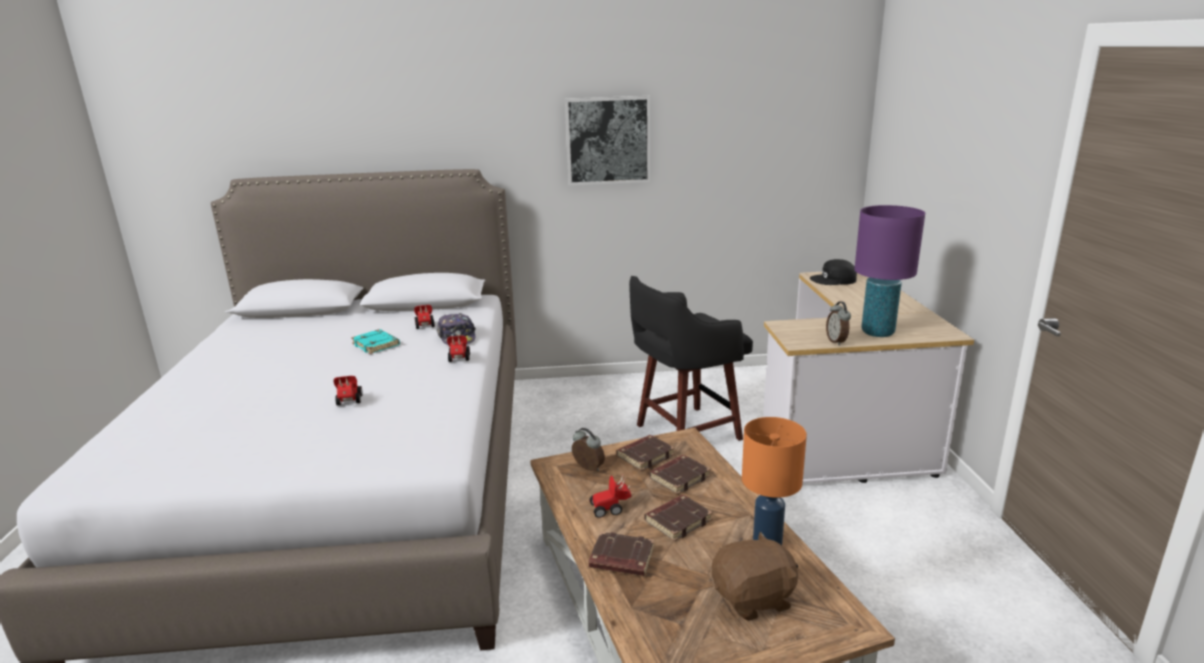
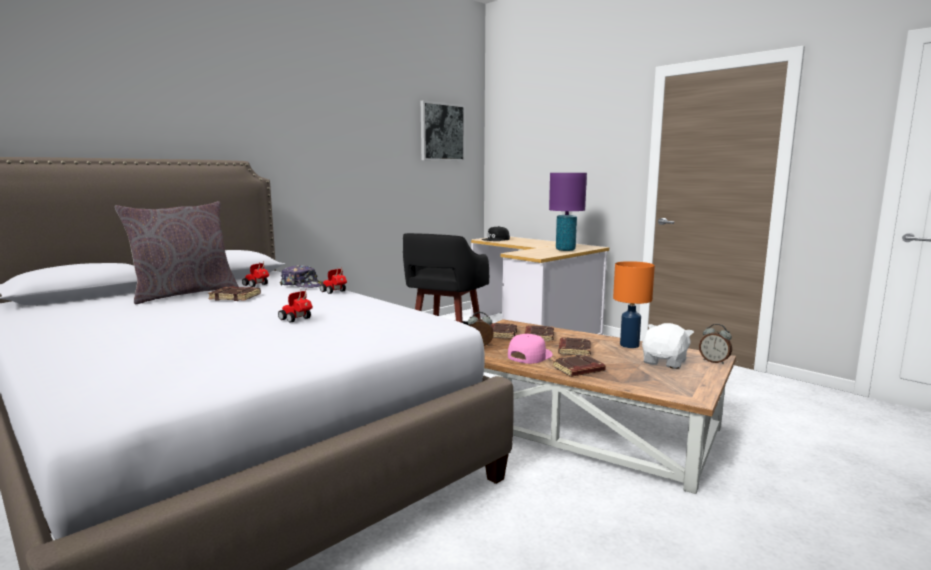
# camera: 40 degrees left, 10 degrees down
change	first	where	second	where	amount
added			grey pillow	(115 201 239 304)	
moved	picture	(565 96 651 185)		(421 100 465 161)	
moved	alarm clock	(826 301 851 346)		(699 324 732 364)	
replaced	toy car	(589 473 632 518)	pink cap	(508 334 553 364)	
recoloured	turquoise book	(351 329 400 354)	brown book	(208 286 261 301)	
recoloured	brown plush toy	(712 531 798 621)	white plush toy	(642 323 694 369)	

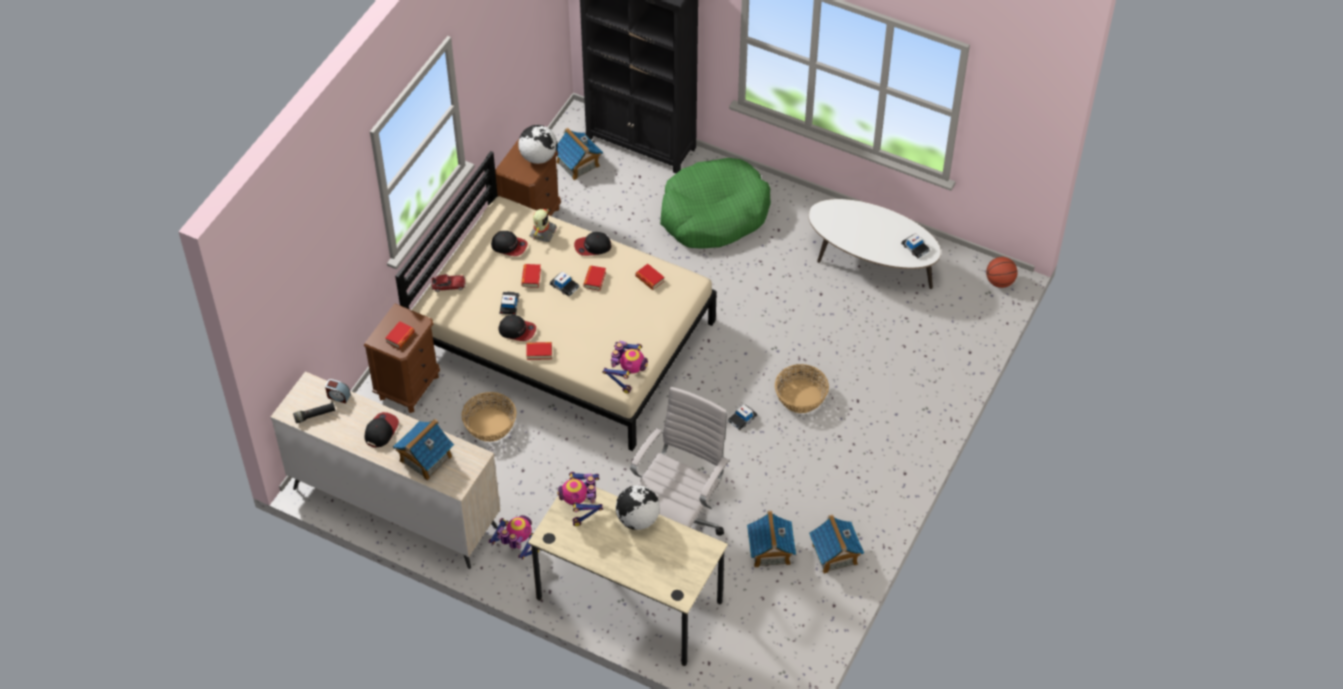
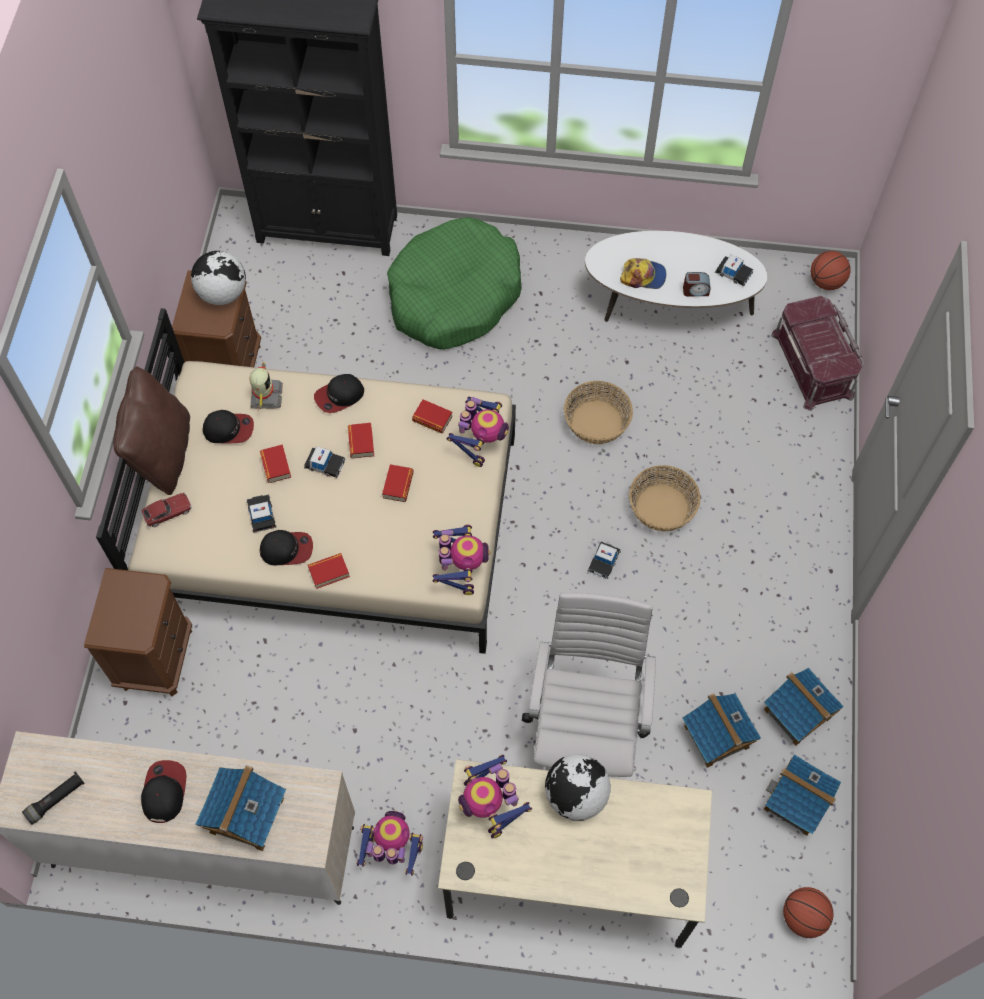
# camera: 20 degrees left, 10 degrees up
change	first	where	second	where	amount
added			brown pillow	(113 366 190 495)	
added			toy robot	(447 397 509 467)	
added			cap	(620 258 666 289)	
added			red storage box	(771 296 864 411)	
added			basketball	(783 887 834 938)	
moved	alarm clock	(325 379 351 403)		(683 272 710 296)	
moved	book	(385 321 415 349)		(382 464 414 502)	
moved	basket	(462 392 516 442)		(564 381 633 444)	
moved	toy house	(557 128 603 180)		(764 754 841 836)	

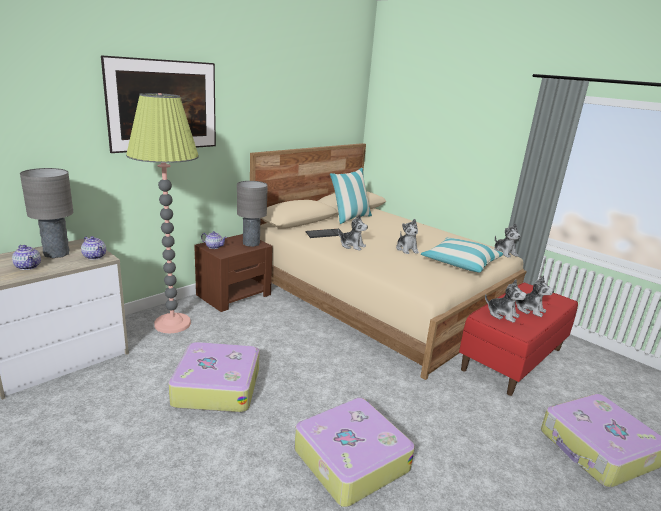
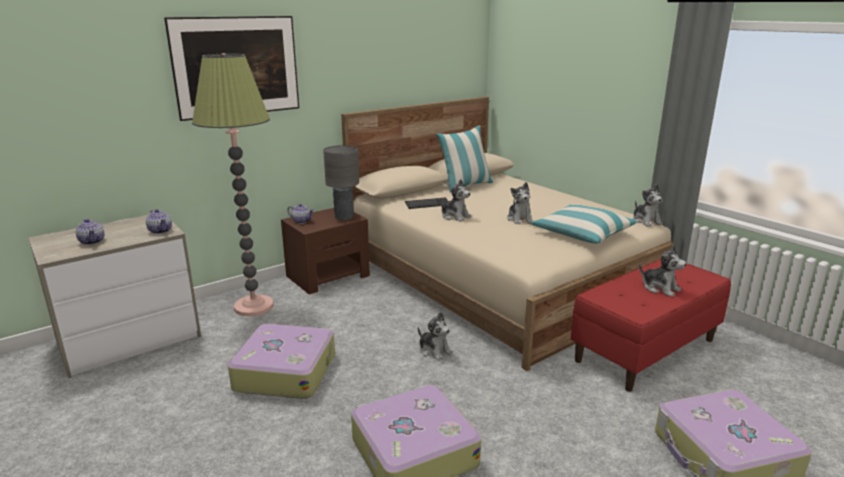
# camera: 10 degrees right, 0 degrees up
change	first	where	second	where	amount
removed	grey table lamp	(20 168 73 258)			
moved	plush toy	(485 280 526 323)		(418 312 453 361)	

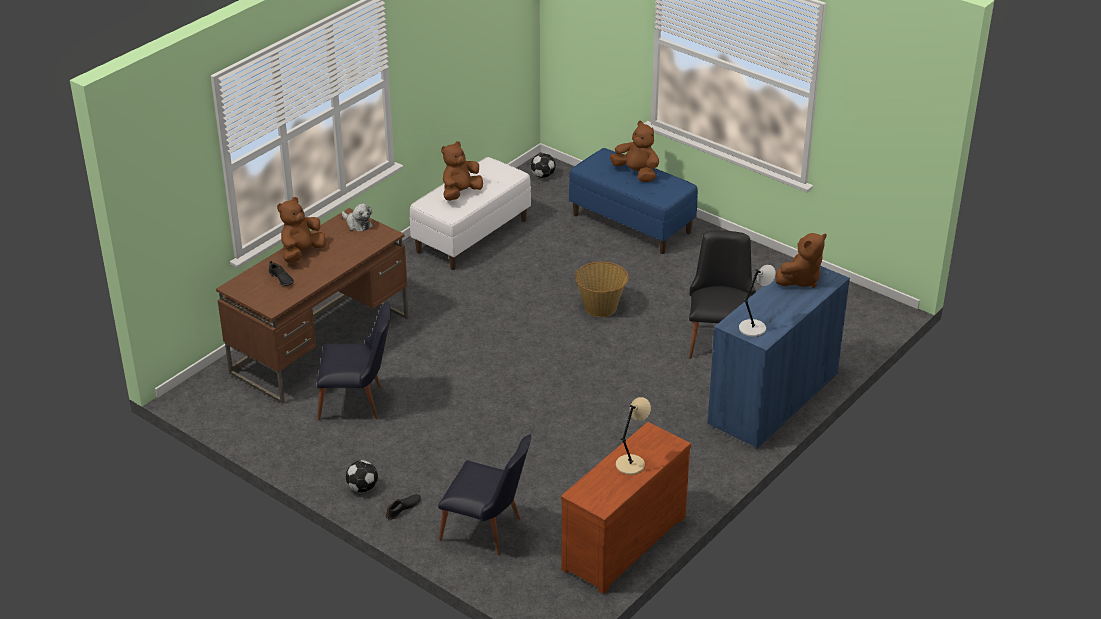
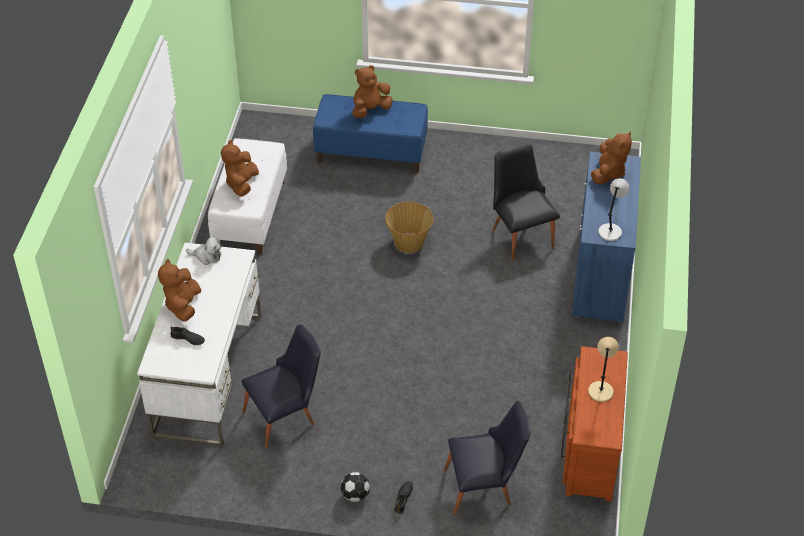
# camera: 30 degrees left, 10 degrees up
change	first	where	second	where	amount
removed	football	(531 153 556 178)			
recoloured	brown desk	(216 208 408 404)	white desk	(137 243 262 446)	
turned	brown plush toy	(610 121 659 182)		(352 65 392 118)	45 degrees counterclockwise

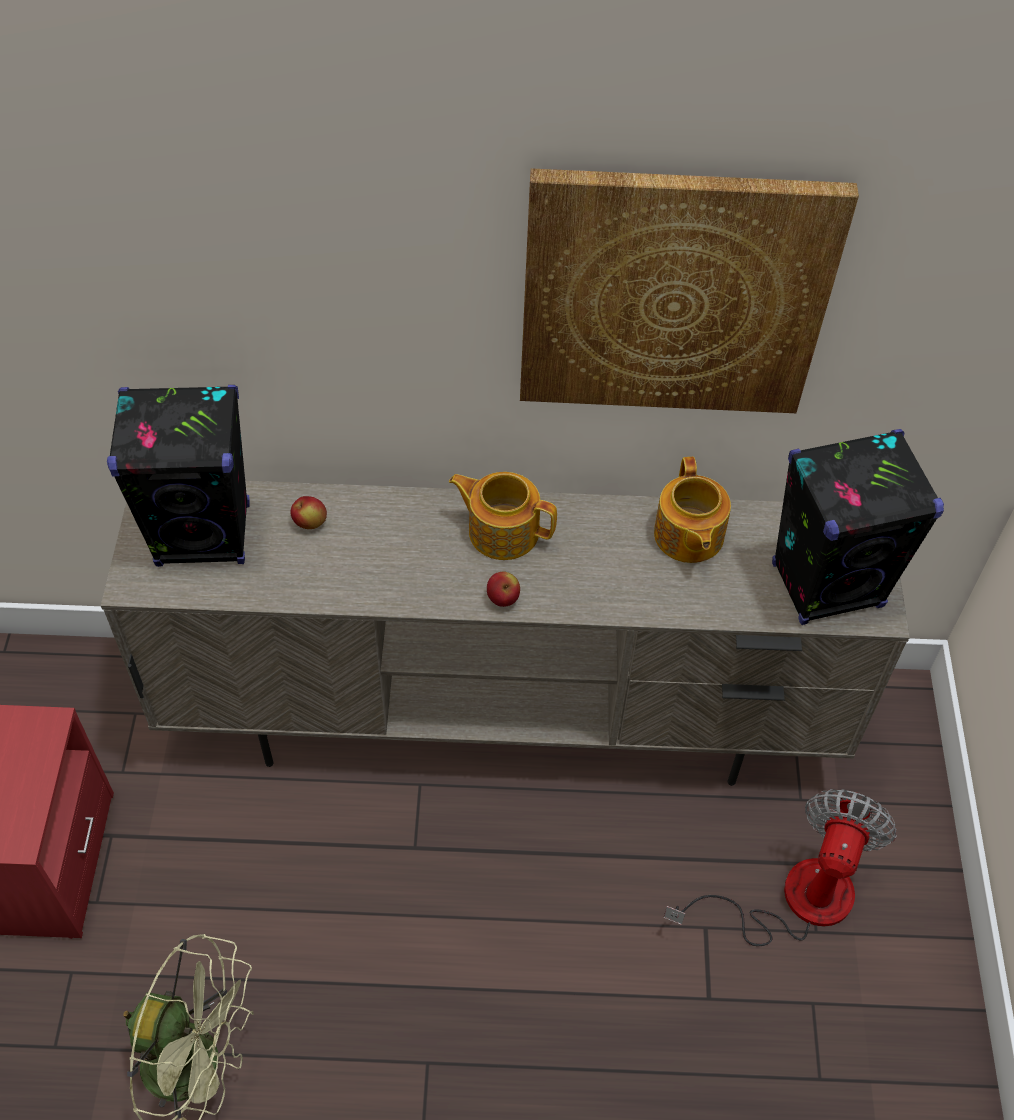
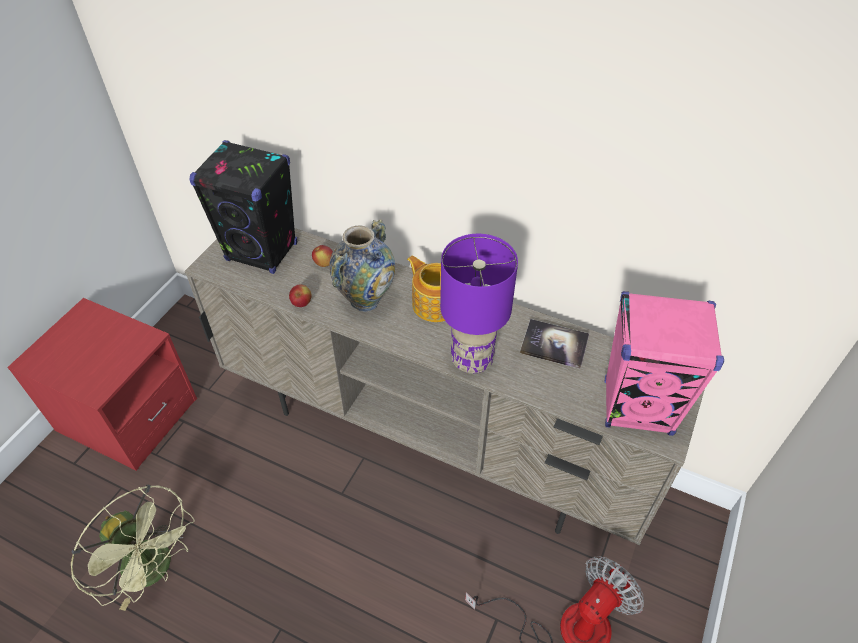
# camera: 25 degrees right, 5 degrees down
change	first	where	second	where	amount
removed	picture	(520 168 859 413)			
added			vase	(329 219 395 312)	
added			purple table lamp	(440 234 518 374)	
moved	apple	(487 571 520 607)		(289 285 312 307)	
replaced	teapot	(654 457 731 563)	book	(520 319 589 369)	
recoloured	black speaker	(772 429 944 625)	pink speaker	(604 291 724 436)	

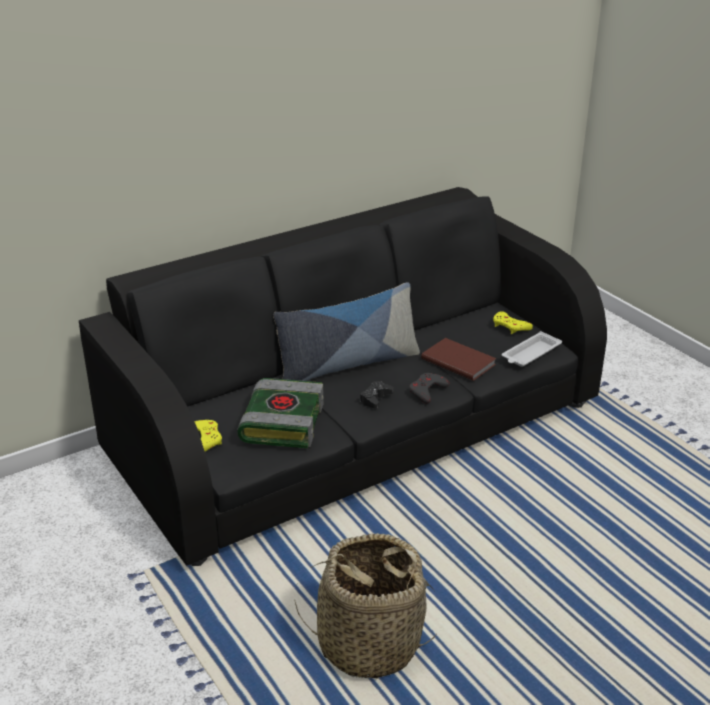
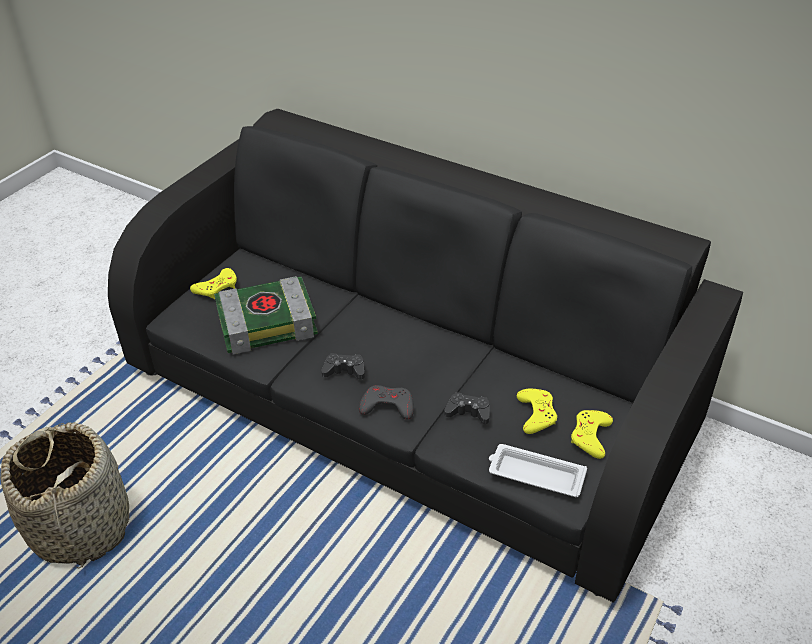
# camera: 65 degrees right, 10 degrees up
change	first	where	second	where	amount
removed	pillow	(273 282 420 381)			
added			yellow game controller	(517 389 557 434)	
replaced	brown book	(421 338 496 381)	black game controller	(444 392 489 424)	

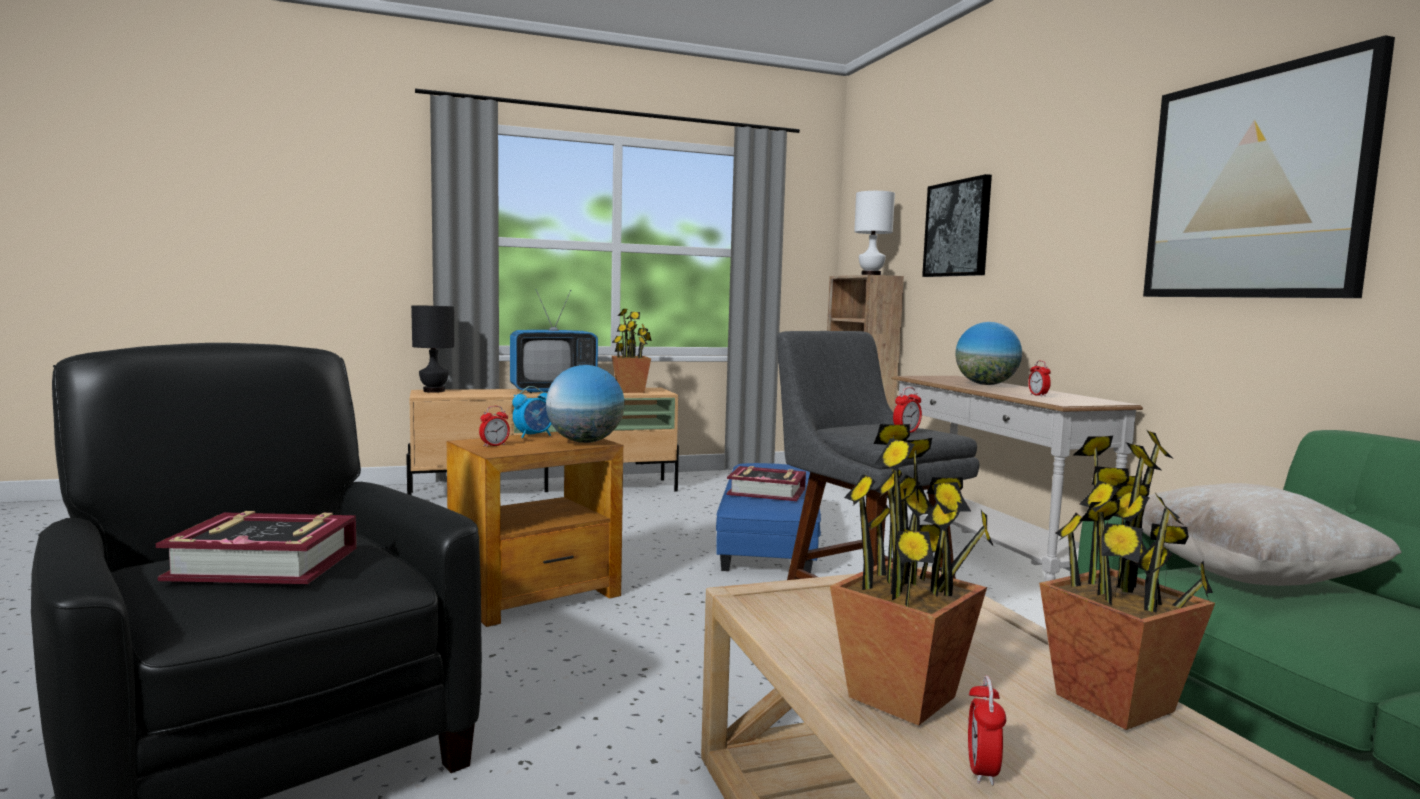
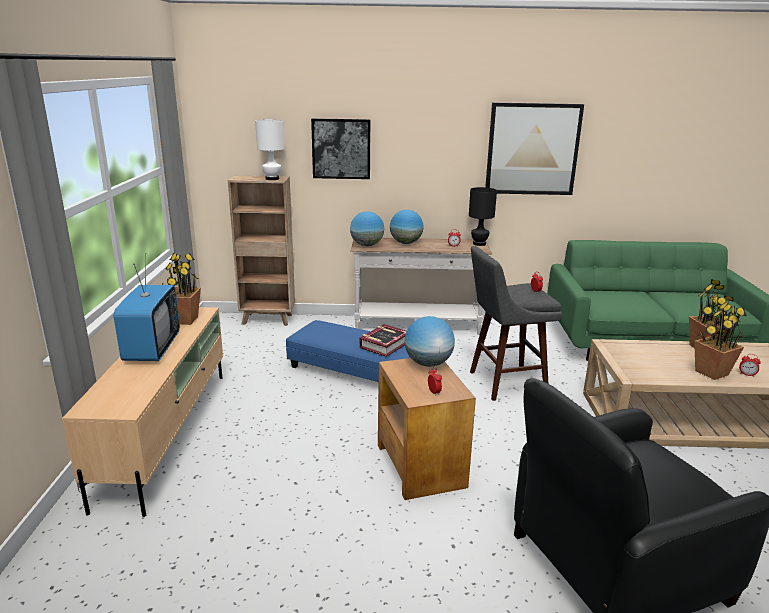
# camera: 70 degrees left, 15 degrees up
change	first	where	second	where	amount
removed	book	(156 511 357 584)			
removed	alarm clock	(512 386 551 439)			
removed	beige pillow	(1142 483 1402 586)			
added			globe	(350 212 384 246)	
moved	black table lamp	(411 305 454 393)		(469 187 497 246)	

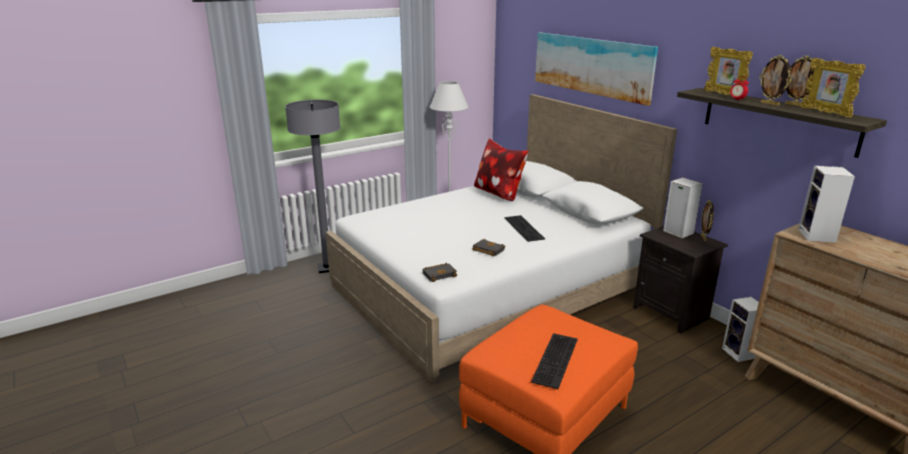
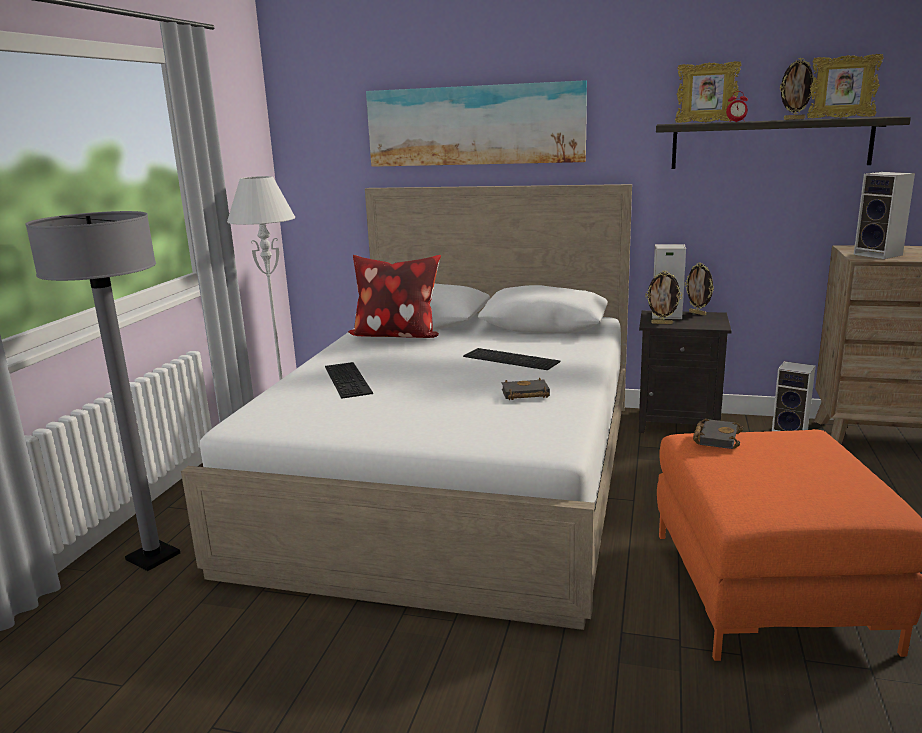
# camera: 40 degrees left, 5 degrees down
change	first	where	second	where	amount
moved	black book	(422 263 457 282)		(693 418 743 449)	
moved	keyboard	(531 333 578 389)		(325 362 373 399)	
moved	picture frame	(759 55 792 106)		(645 271 682 324)	

